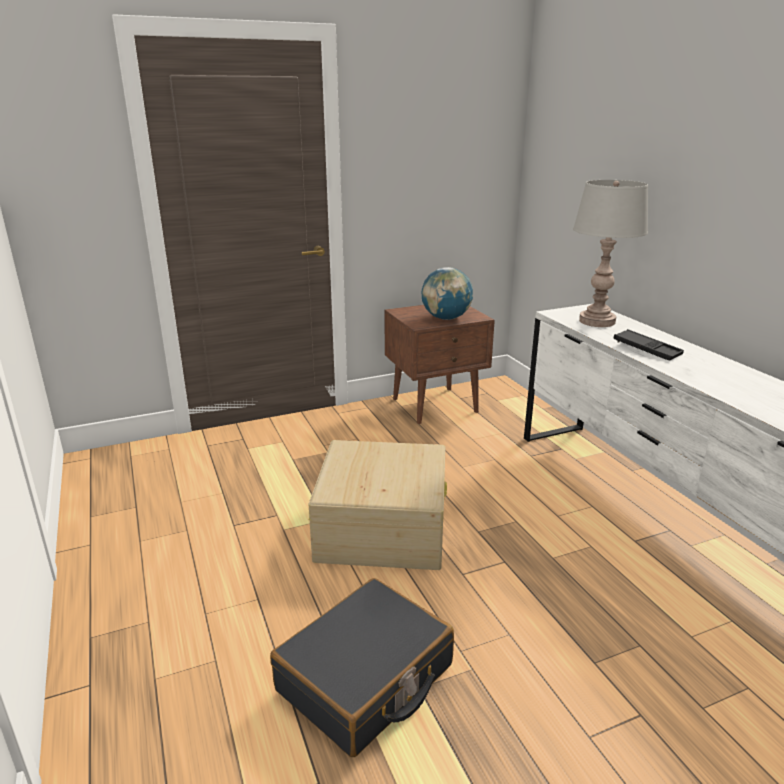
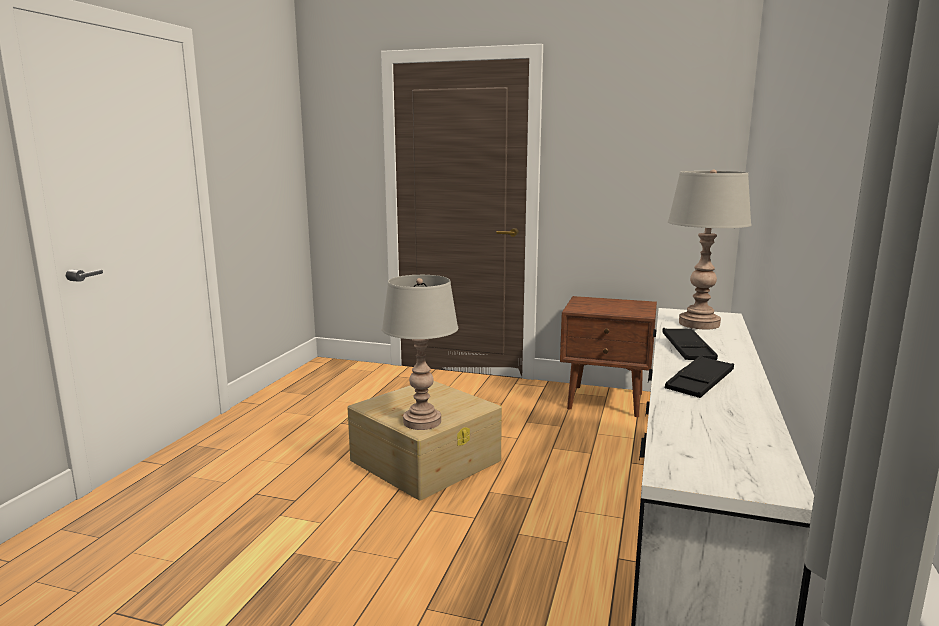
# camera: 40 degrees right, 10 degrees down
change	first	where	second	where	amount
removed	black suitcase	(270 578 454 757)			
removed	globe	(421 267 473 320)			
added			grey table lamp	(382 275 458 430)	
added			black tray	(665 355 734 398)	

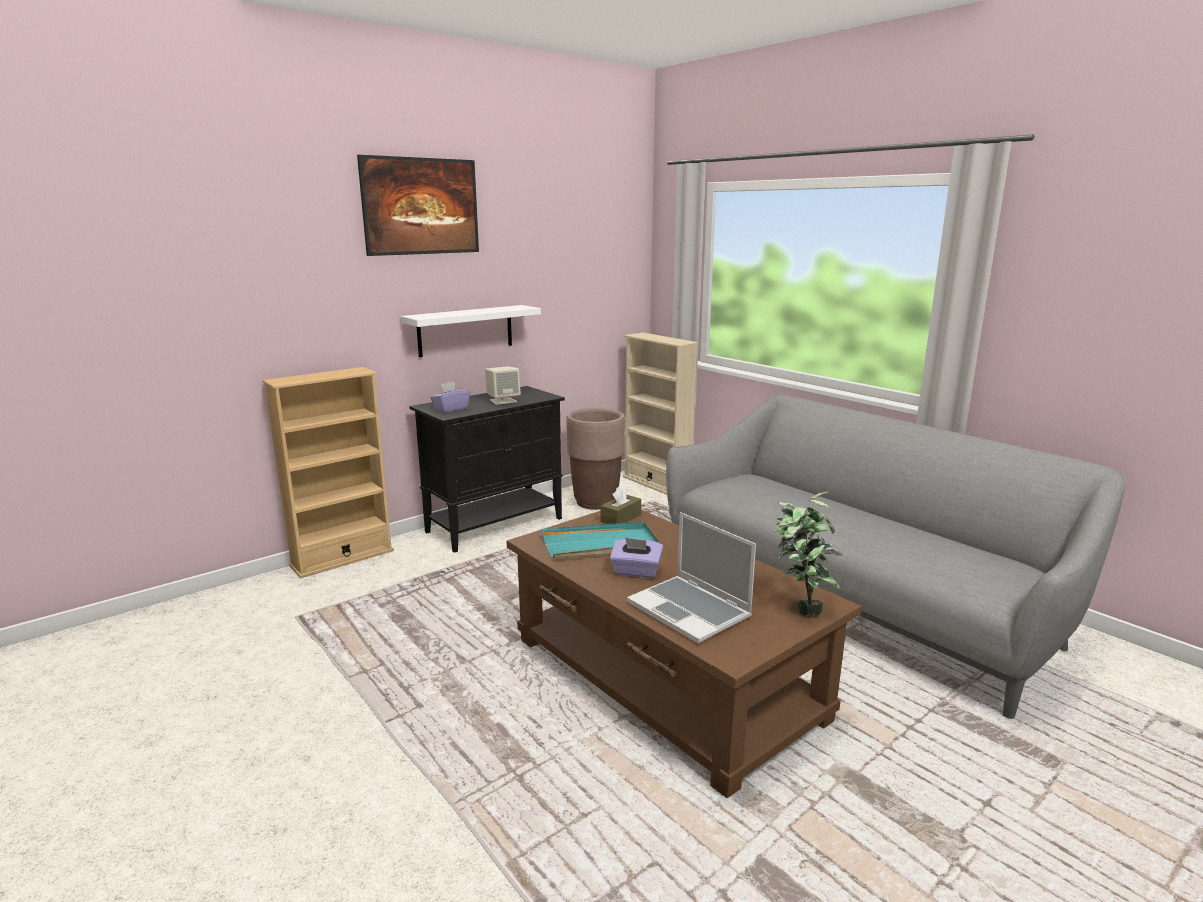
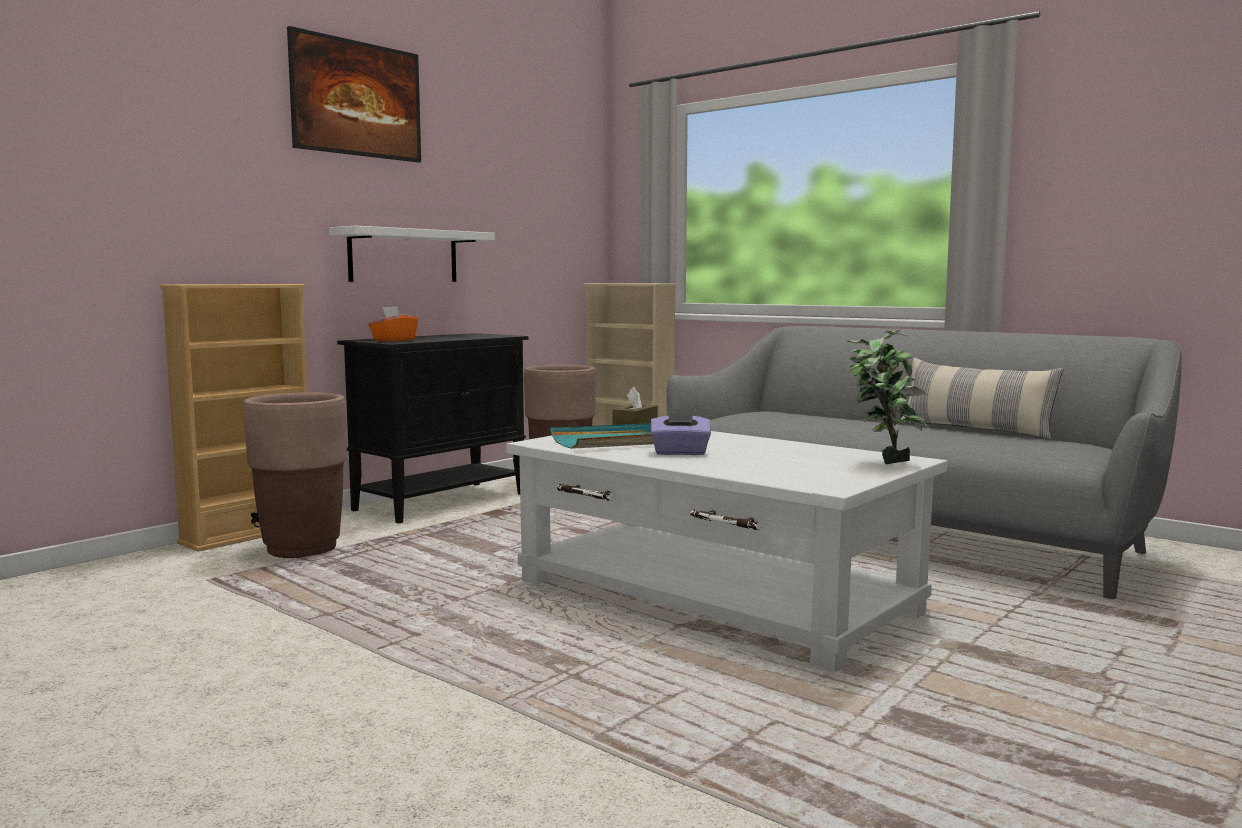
# camera: 10 degrees left, 10 degrees down
change	first	where	second	where	amount
removed	beige speaker	(485 366 521 405)			
removed	laptop	(627 512 756 643)			
added			brown planter	(243 392 347 558)	
added			pillow	(899 358 1064 440)	
recoloured	purple tissue box	(430 382 470 413)	orange tissue box	(369 306 418 342)	
recoloured	brown coffee table	(506 509 862 798)	white coffee table	(506 431 948 672)	

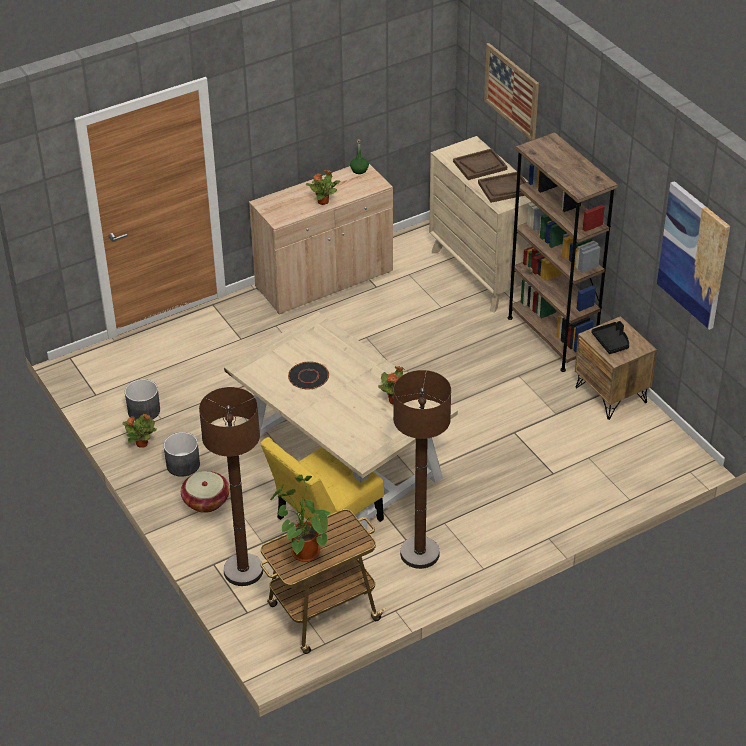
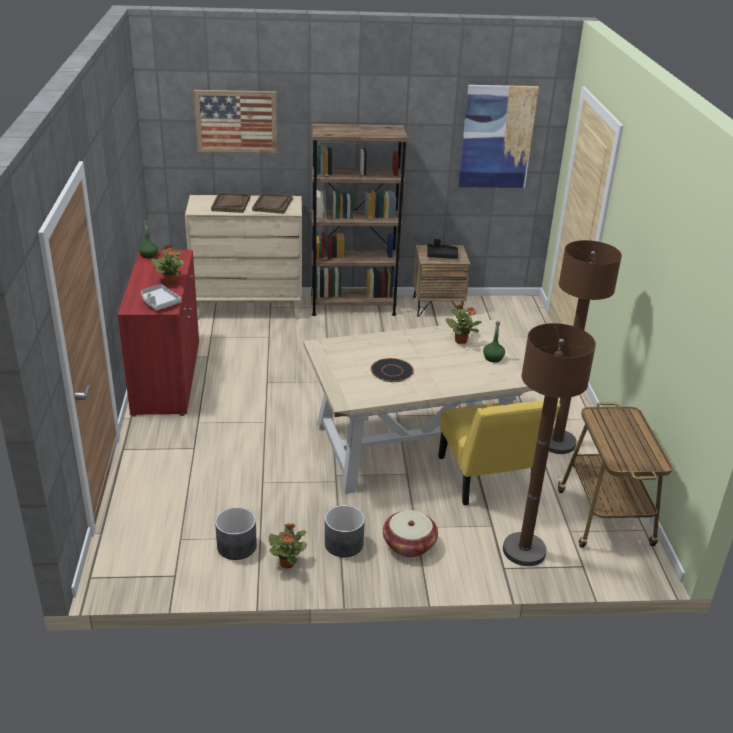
# camera: 65 degrees left, 10 degrees down
change	first	where	second	where	amount
removed	potted plant	(270 475 332 562)			
added			grey tray	(141 284 182 310)	
added			green bottle	(483 321 505 362)	
recoloured	beige cabinet	(249 164 393 314)	red cabinet	(117 250 199 417)	

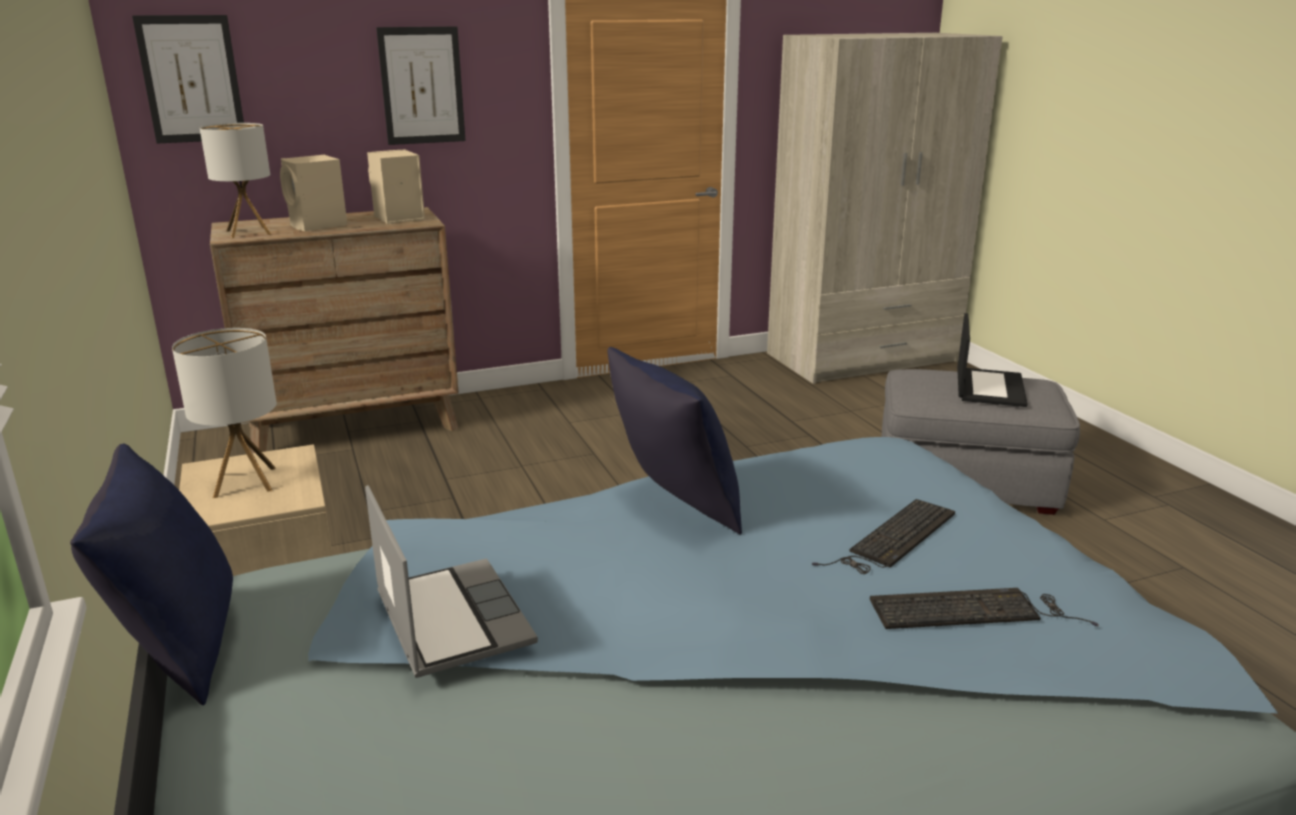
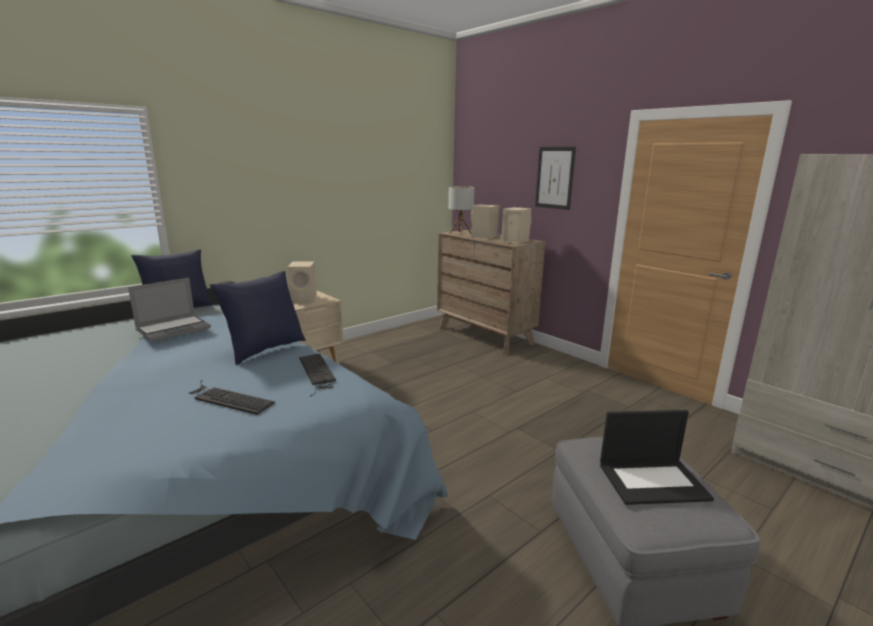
# camera: 70 degrees right, 5 degrees down
change	first	where	second	where	amount
removed	picture	(132 15 244 144)			
moved	keyboard	(870 588 1099 629)		(299 354 336 397)	
replaced	table lamp	(172 328 277 498)	beige speaker	(288 261 317 303)	

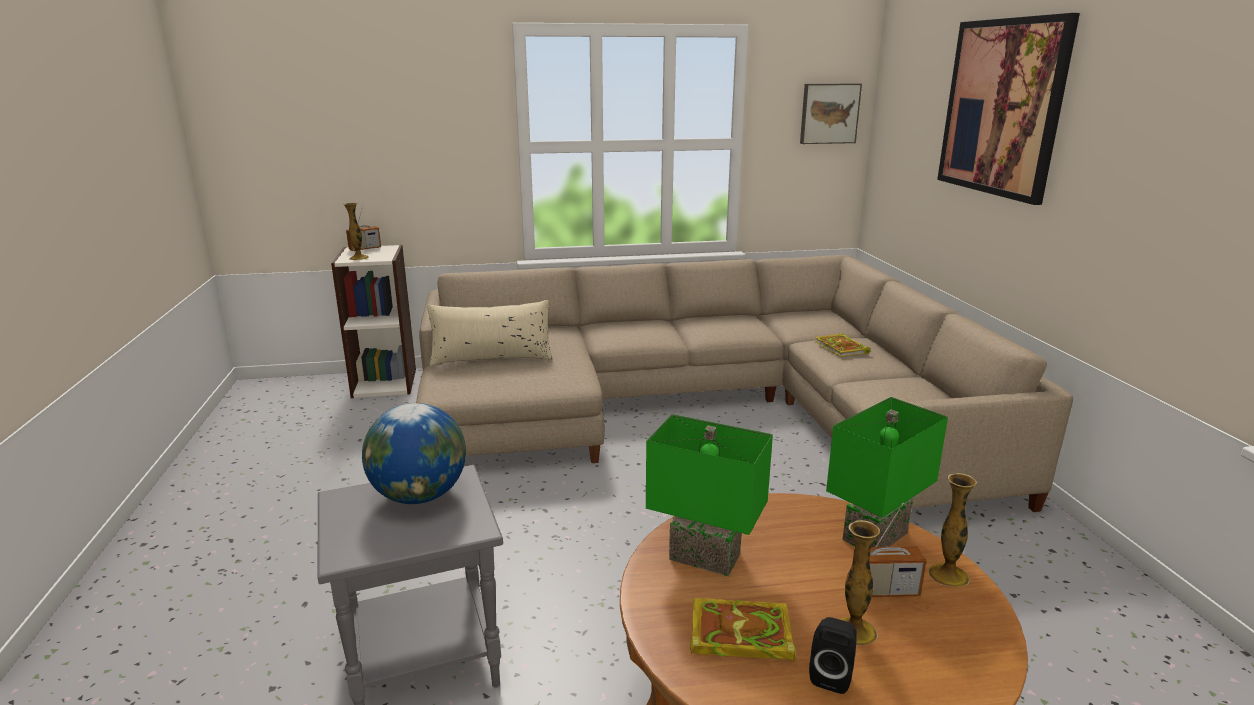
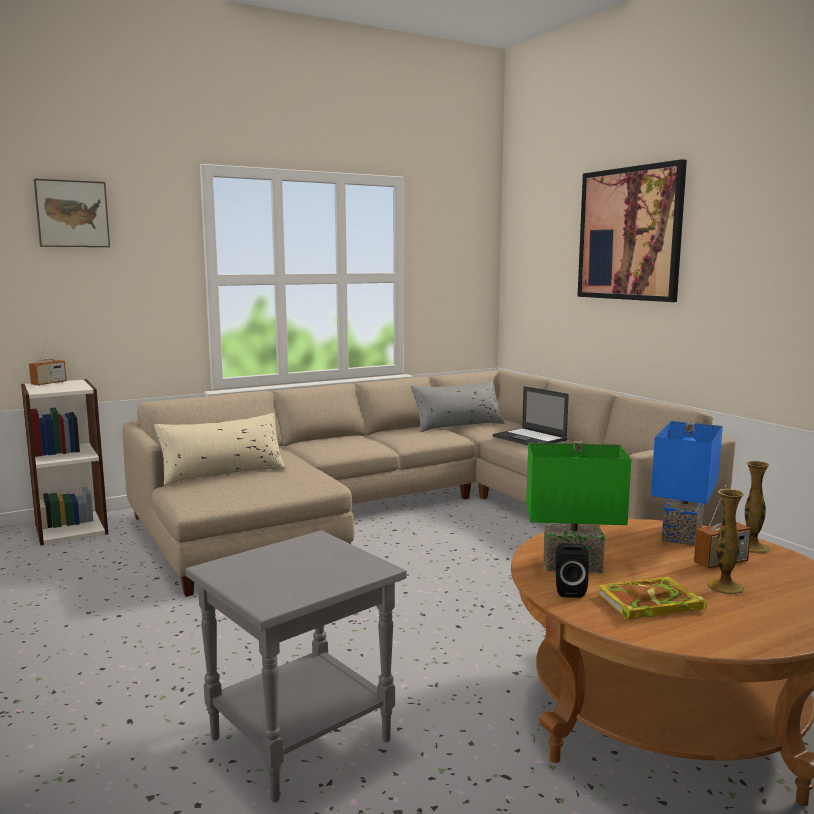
# camera: 20 degrees left, 10 degrees down
change	first	where	second	where	amount
removed	vase	(343 203 369 260)			
removed	globe	(362 403 466 504)			
added			grey pillow	(410 380 504 432)	
moved	picture	(800 84 862 144)		(34 178 110 247)	
moved	black speaker	(809 617 857 694)		(555 543 589 598)	
replaced	book	(815 333 871 357)	laptop	(493 386 569 446)	
recoloured	green table lamp	(826 397 948 547)	blue table lamp	(651 421 723 546)	

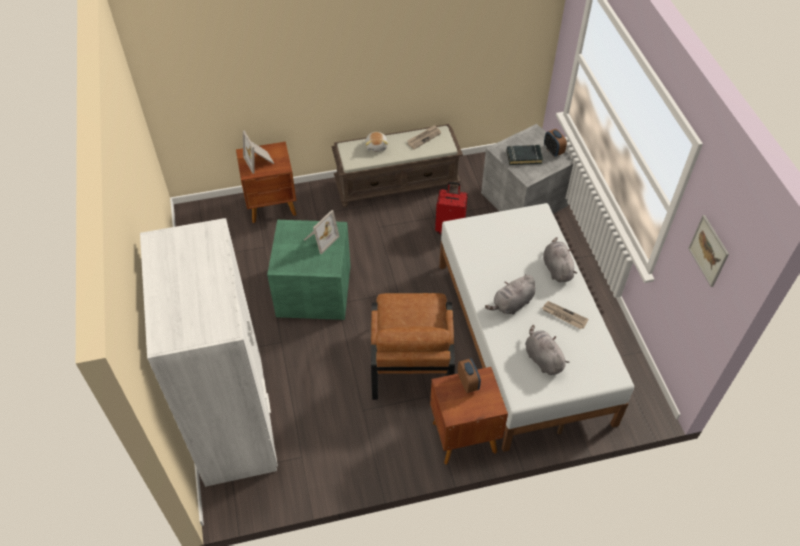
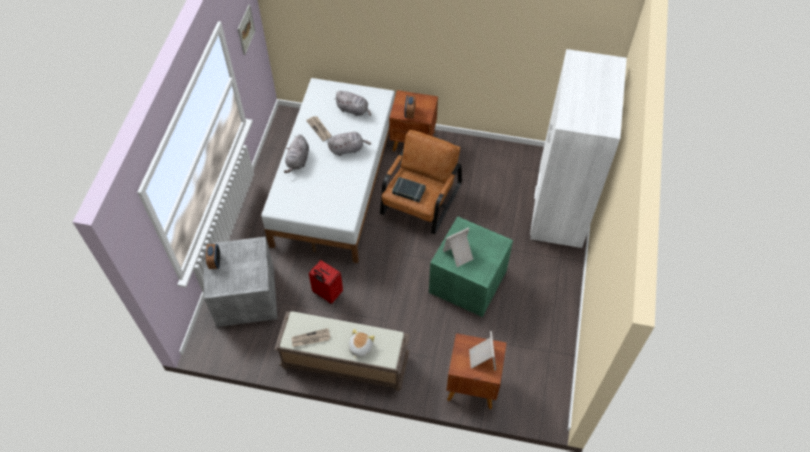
# camera: 155 degrees left, 5 degrees up
change	first	where	second	where	amount
moved	black book	(507 144 543 165)		(392 177 426 202)	
turned	grey plush toy	(525 325 570 375)		(334 91 371 116)	60 degrees counterclockwise

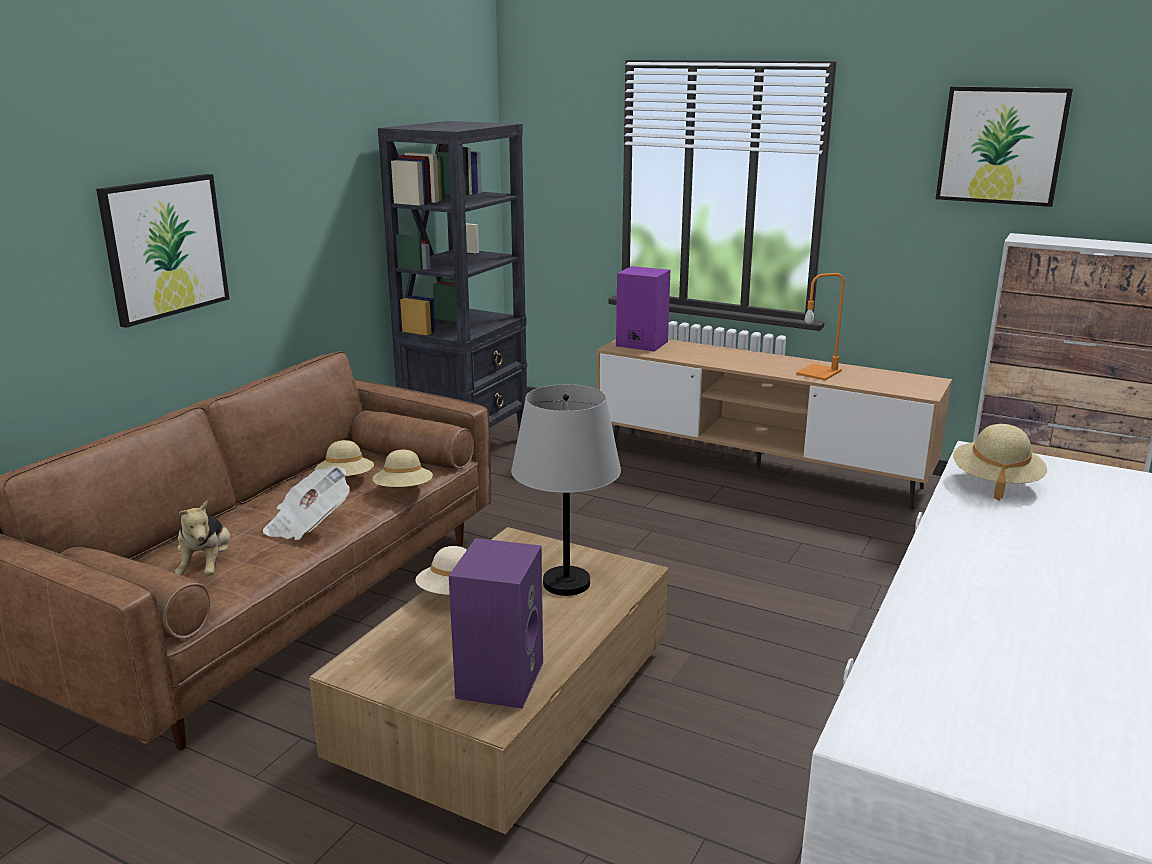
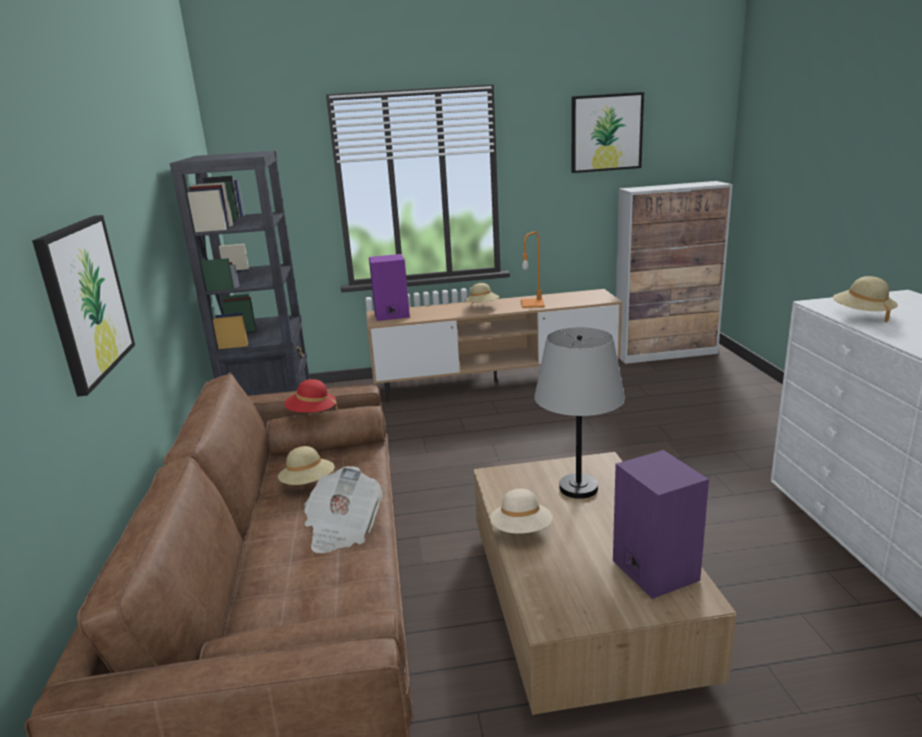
# camera: 35 degrees left, 0 degrees up
change	first	where	second	where	amount
removed	plush toy	(175 501 230 576)			
added			red hat	(285 379 338 413)	
moved	beige hat	(372 450 433 487)		(465 283 499 304)	

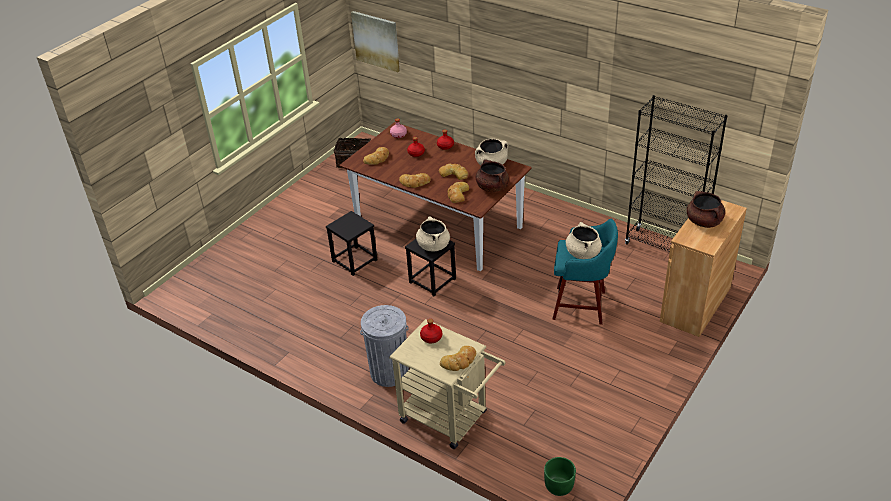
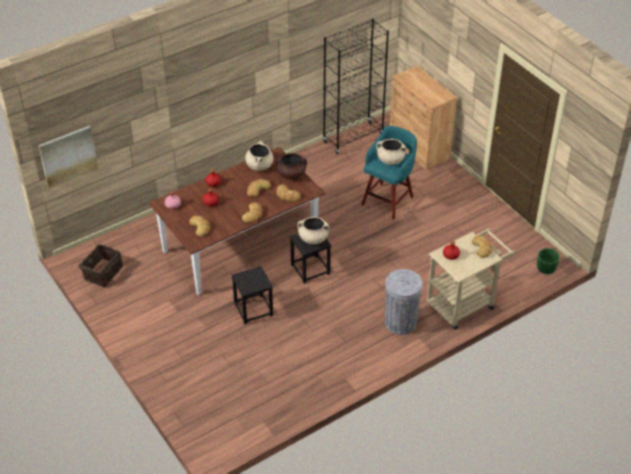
# camera: 70 degrees left, 5 degrees up
change	first	where	second	where	amount
removed	brown cooking pot	(687 191 725 228)			

